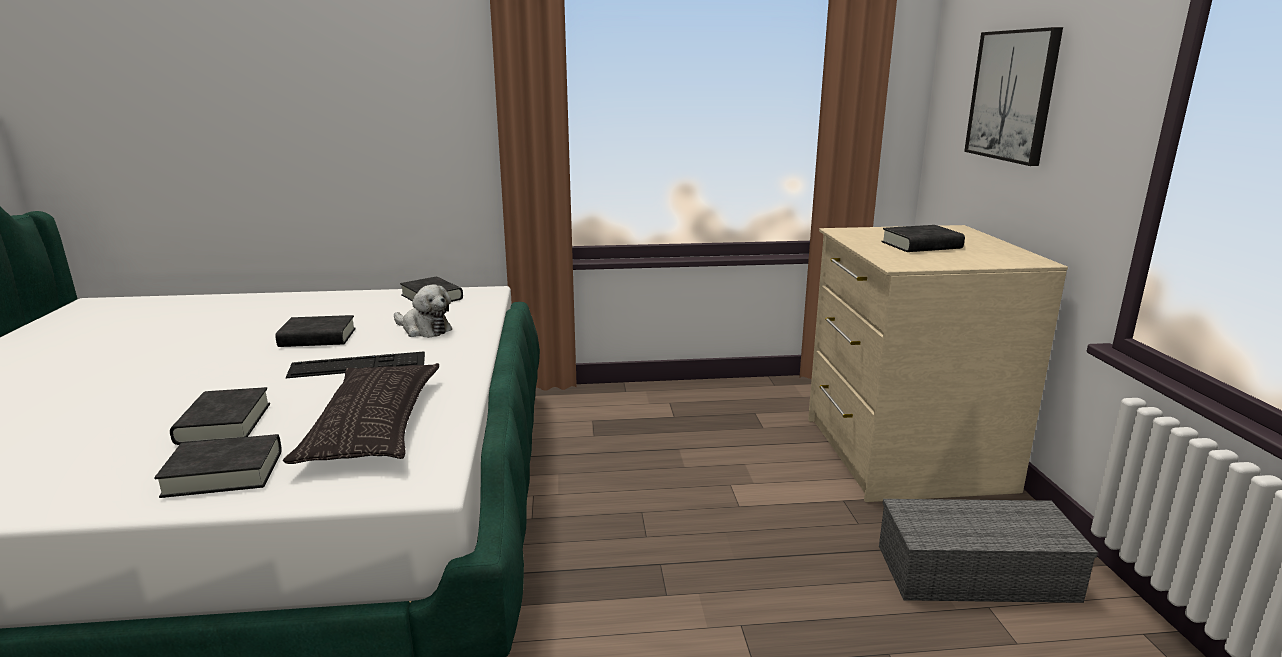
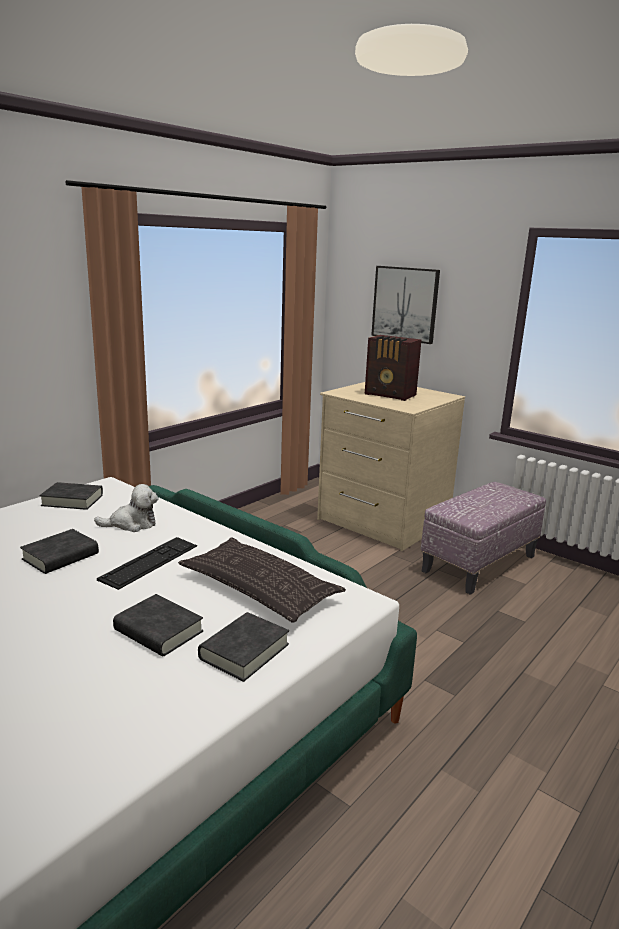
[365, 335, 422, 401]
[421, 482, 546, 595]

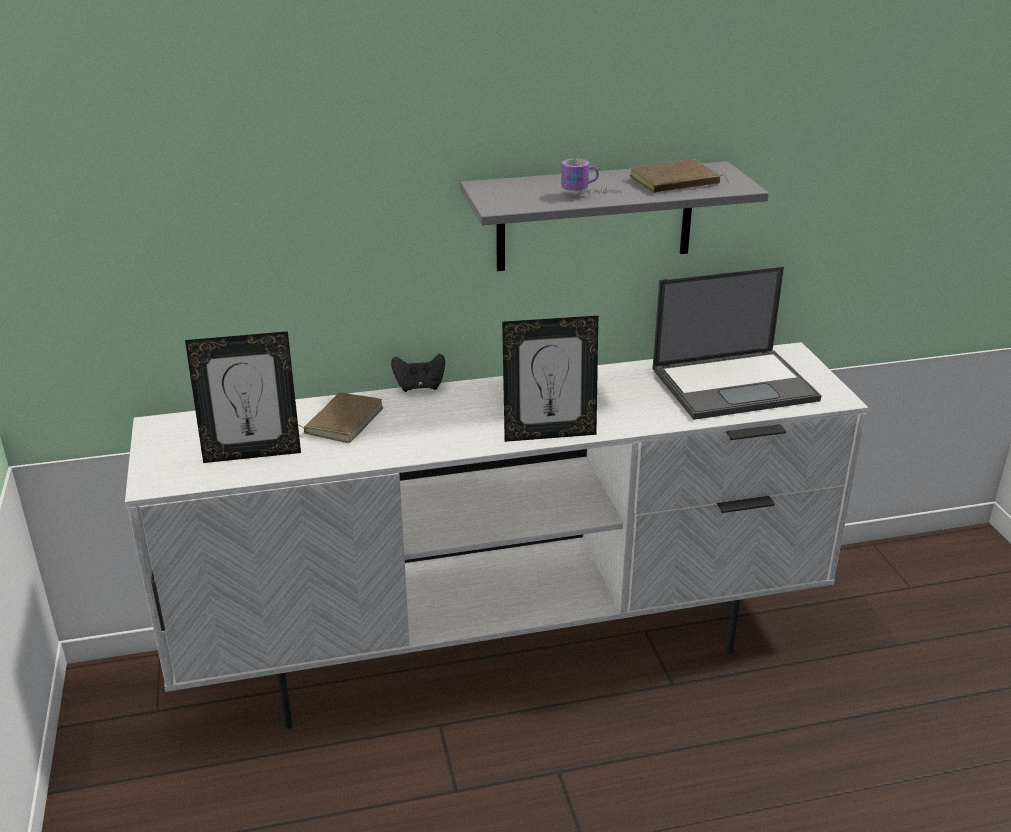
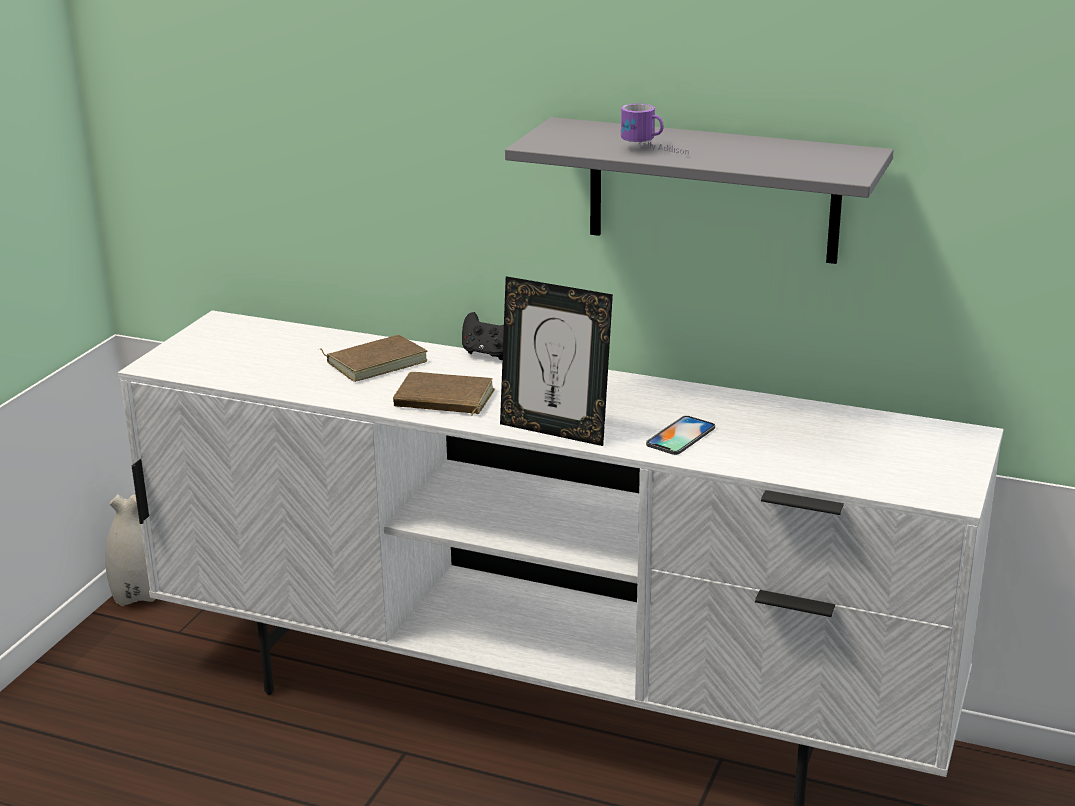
[105, 494, 155, 607]
[393, 372, 495, 416]
[646, 416, 715, 455]
[185, 331, 301, 463] (first image)
[652, 266, 822, 420] (first image)

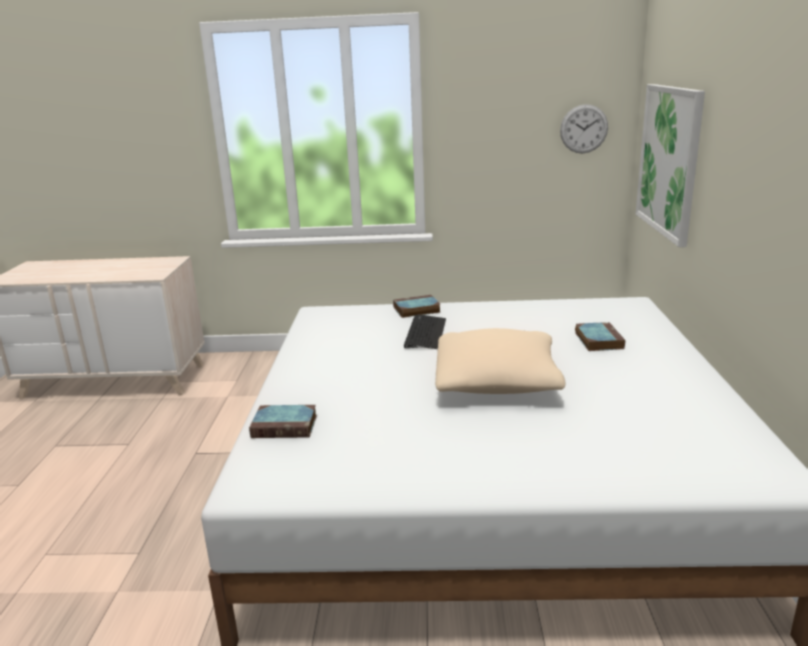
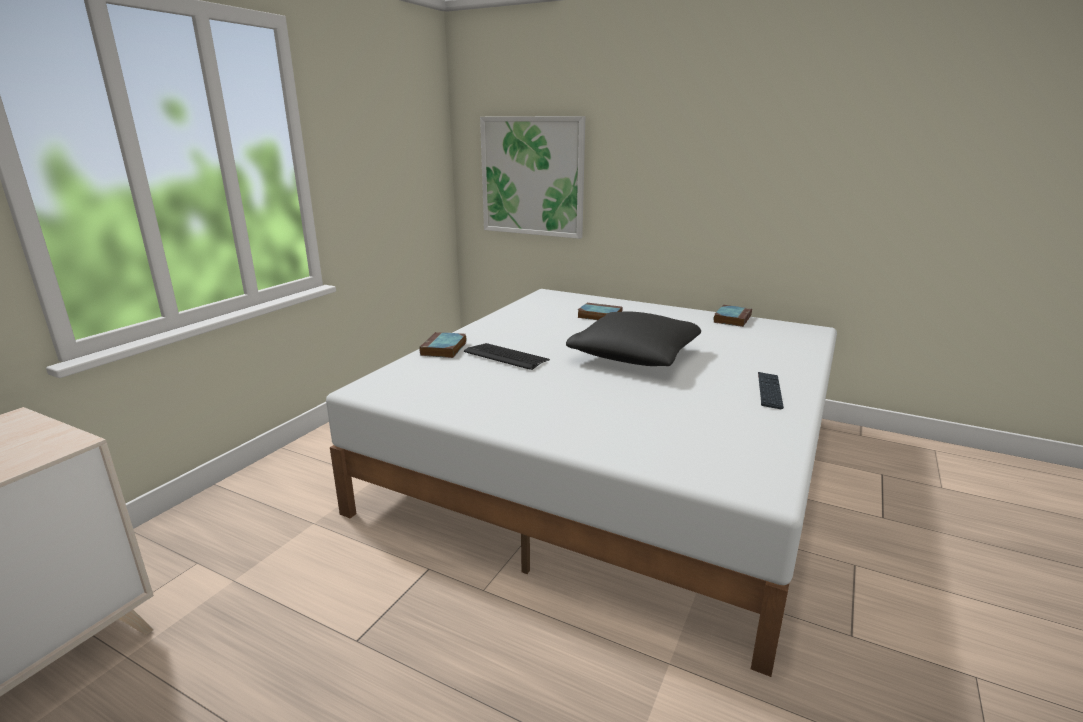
[566, 311, 701, 366]
[713, 305, 752, 327]
[758, 372, 784, 409]
[560, 104, 608, 153] (first image)

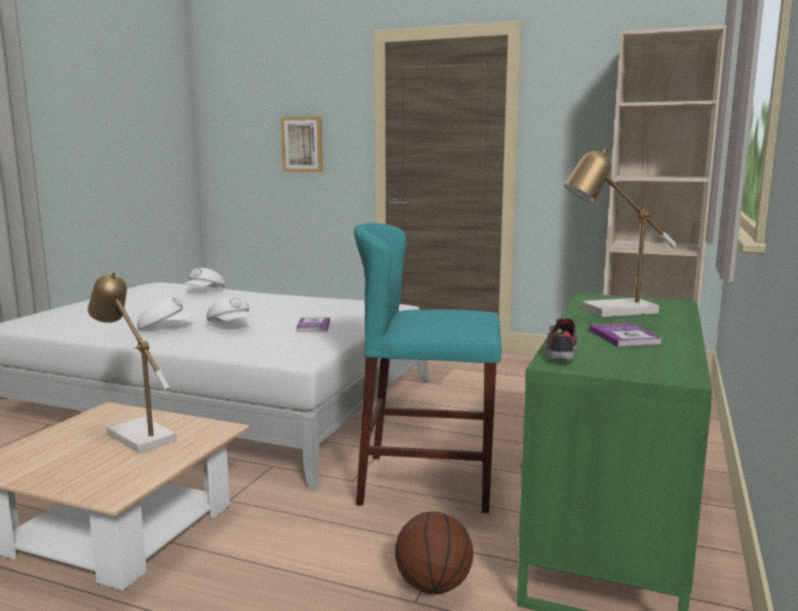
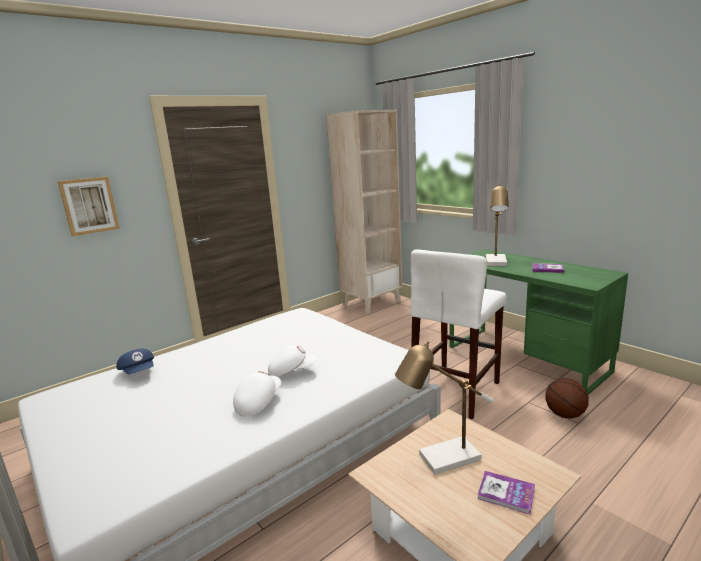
[116, 349, 154, 374]
[411, 249, 507, 420]
[478, 471, 535, 515]
[545, 317, 578, 362] (first image)

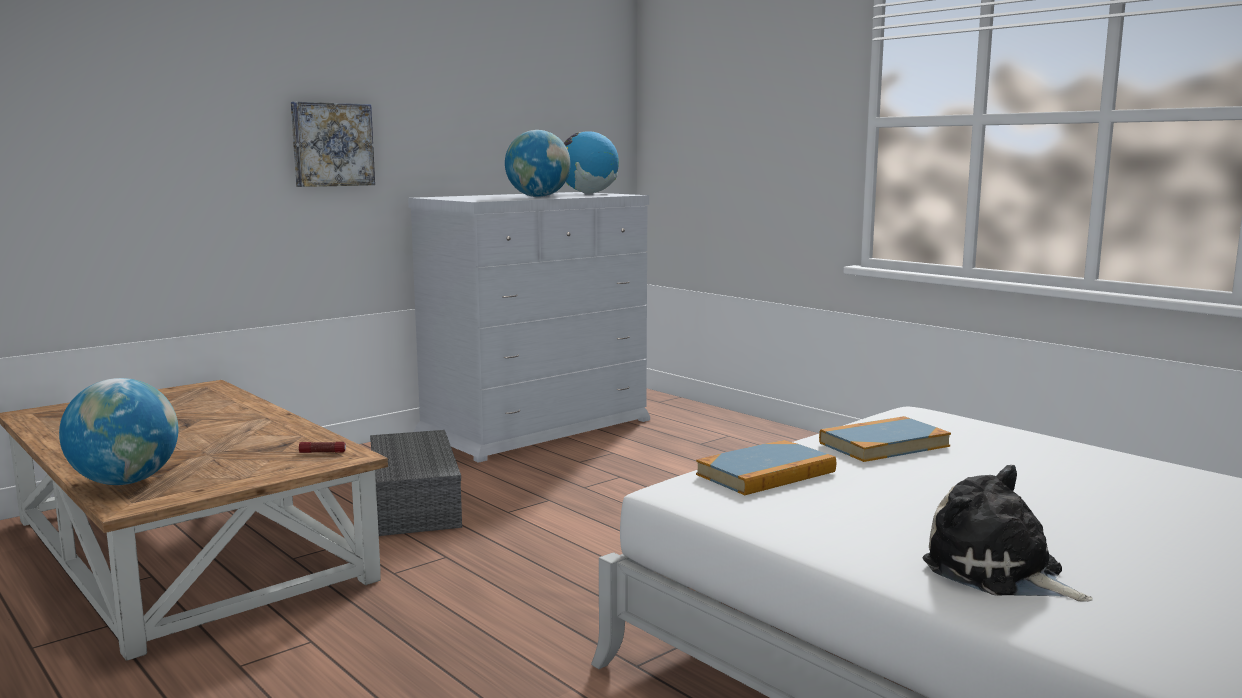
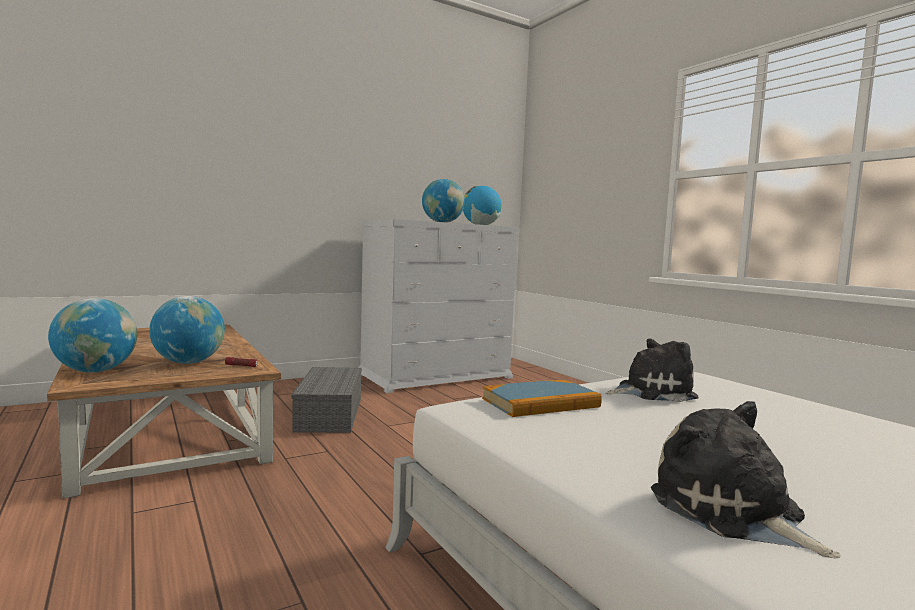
[149, 296, 225, 364]
[606, 339, 698, 402]
[291, 102, 375, 187] (first image)

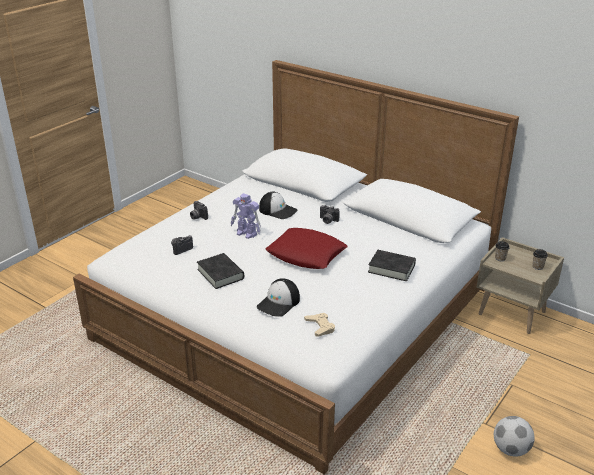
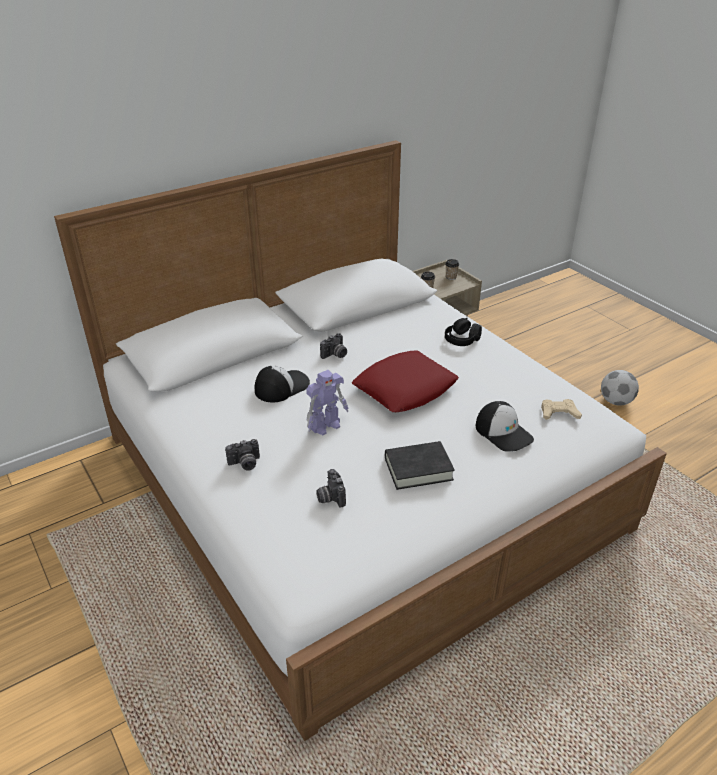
[445, 318, 482, 346]

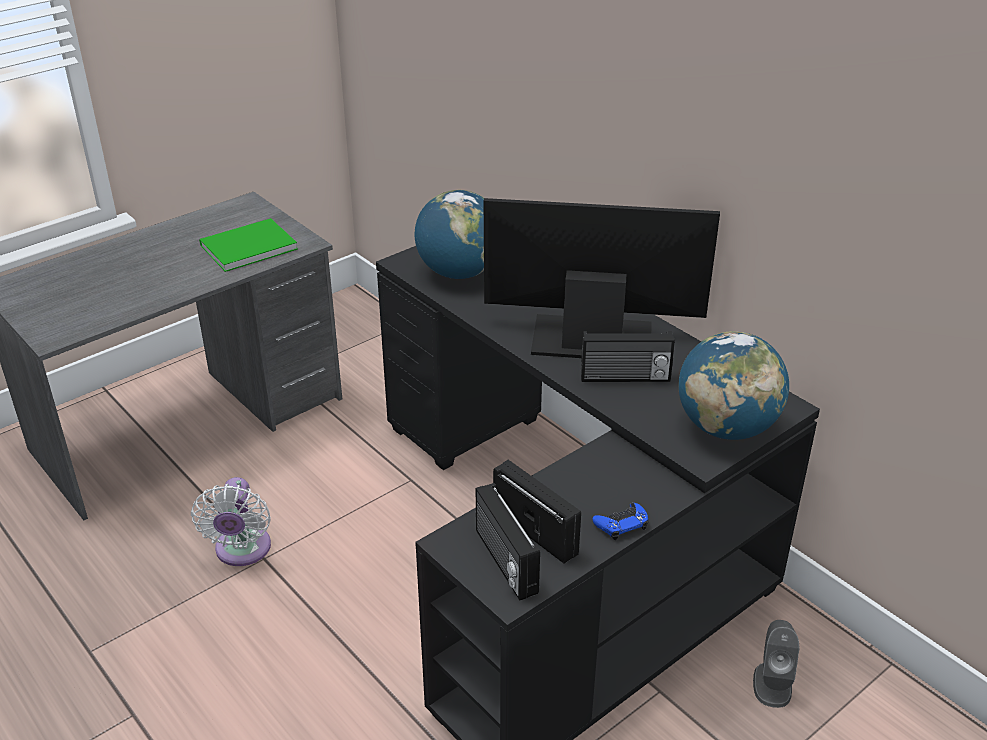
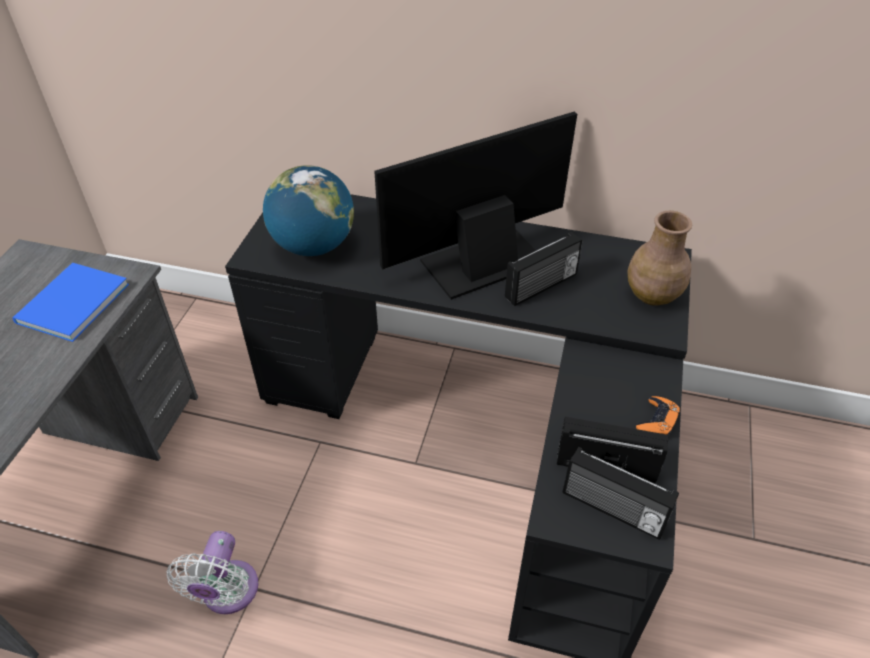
[12, 262, 129, 342]
[166, 531, 259, 614]
[627, 211, 692, 306]
[636, 396, 681, 436]
[753, 620, 800, 708] (first image)

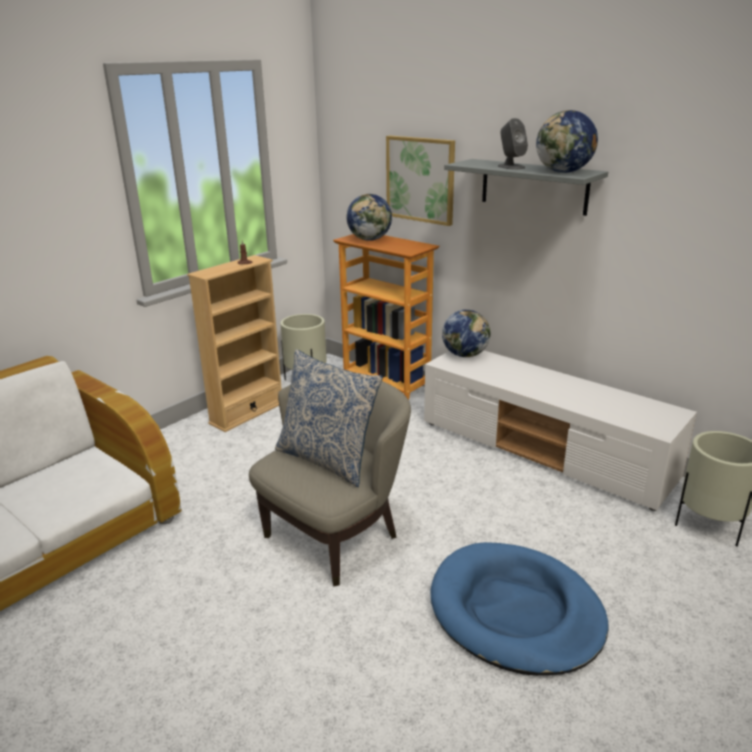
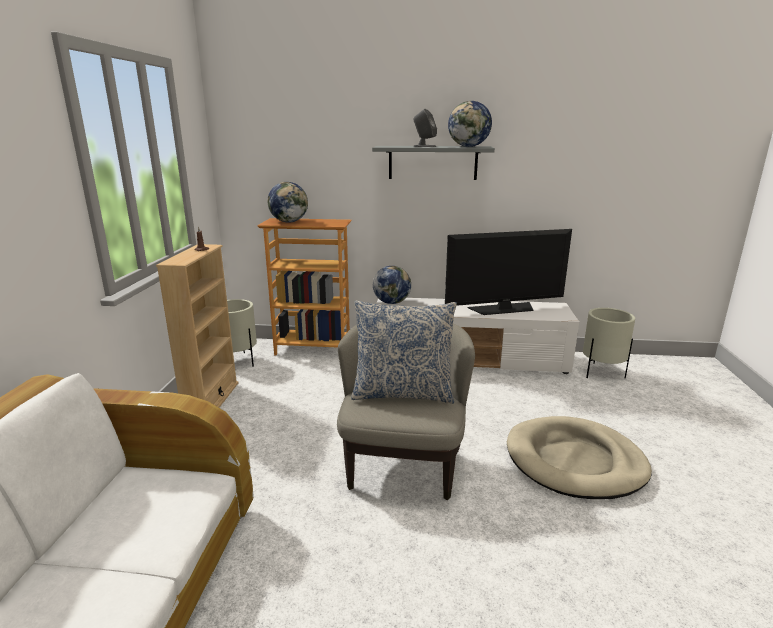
[445, 229, 572, 315]
[507, 416, 652, 499]
[386, 136, 455, 226] (first image)

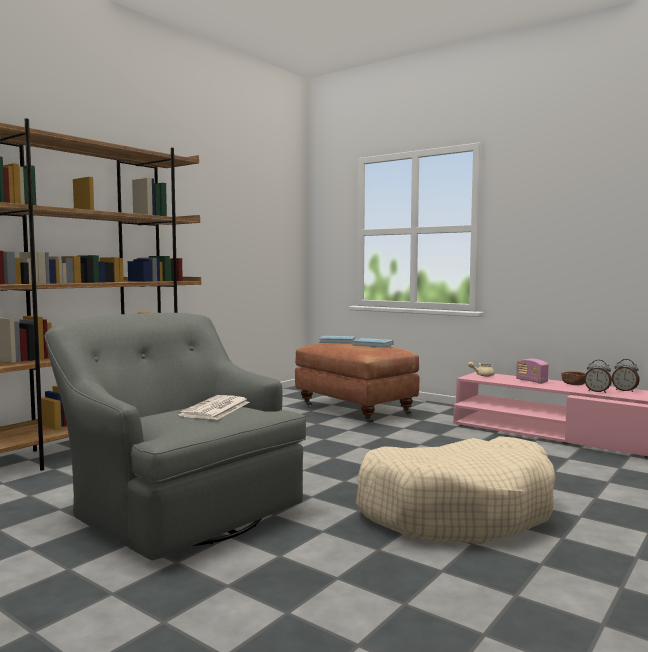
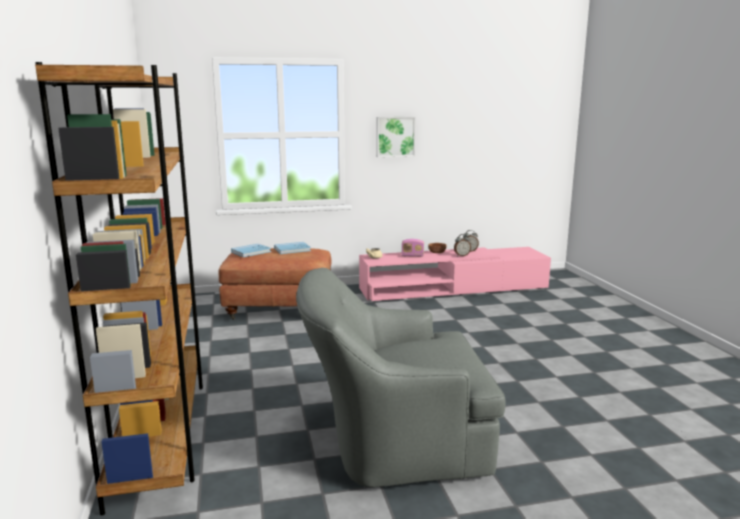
[376, 117, 416, 157]
[178, 395, 250, 420] (first image)
[356, 436, 555, 544] (first image)

